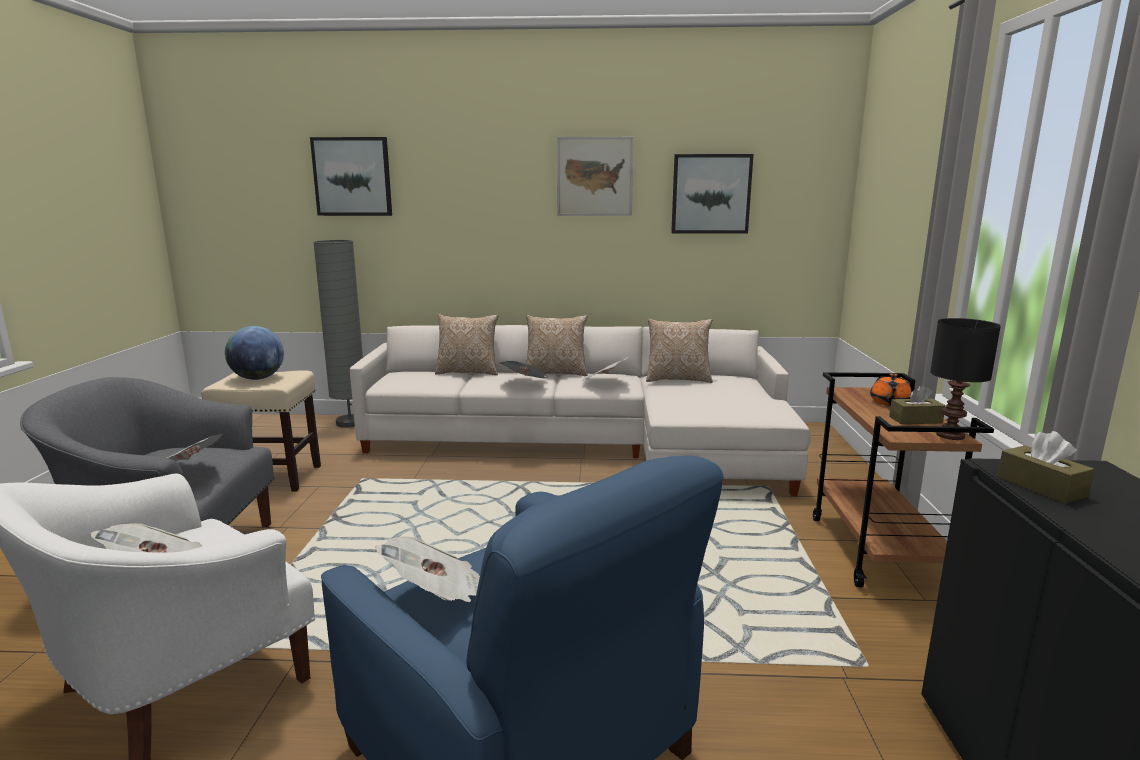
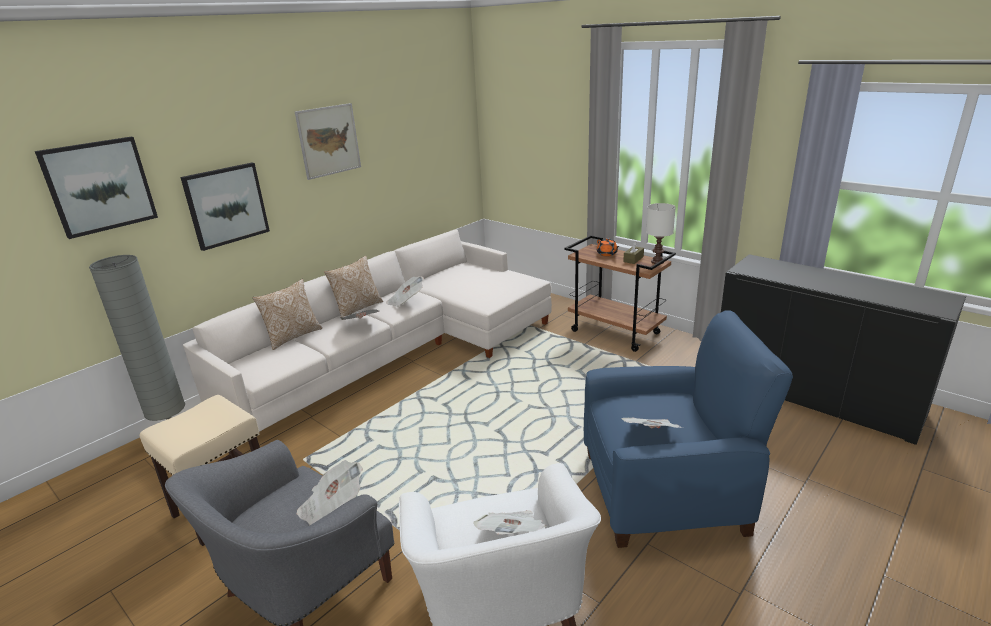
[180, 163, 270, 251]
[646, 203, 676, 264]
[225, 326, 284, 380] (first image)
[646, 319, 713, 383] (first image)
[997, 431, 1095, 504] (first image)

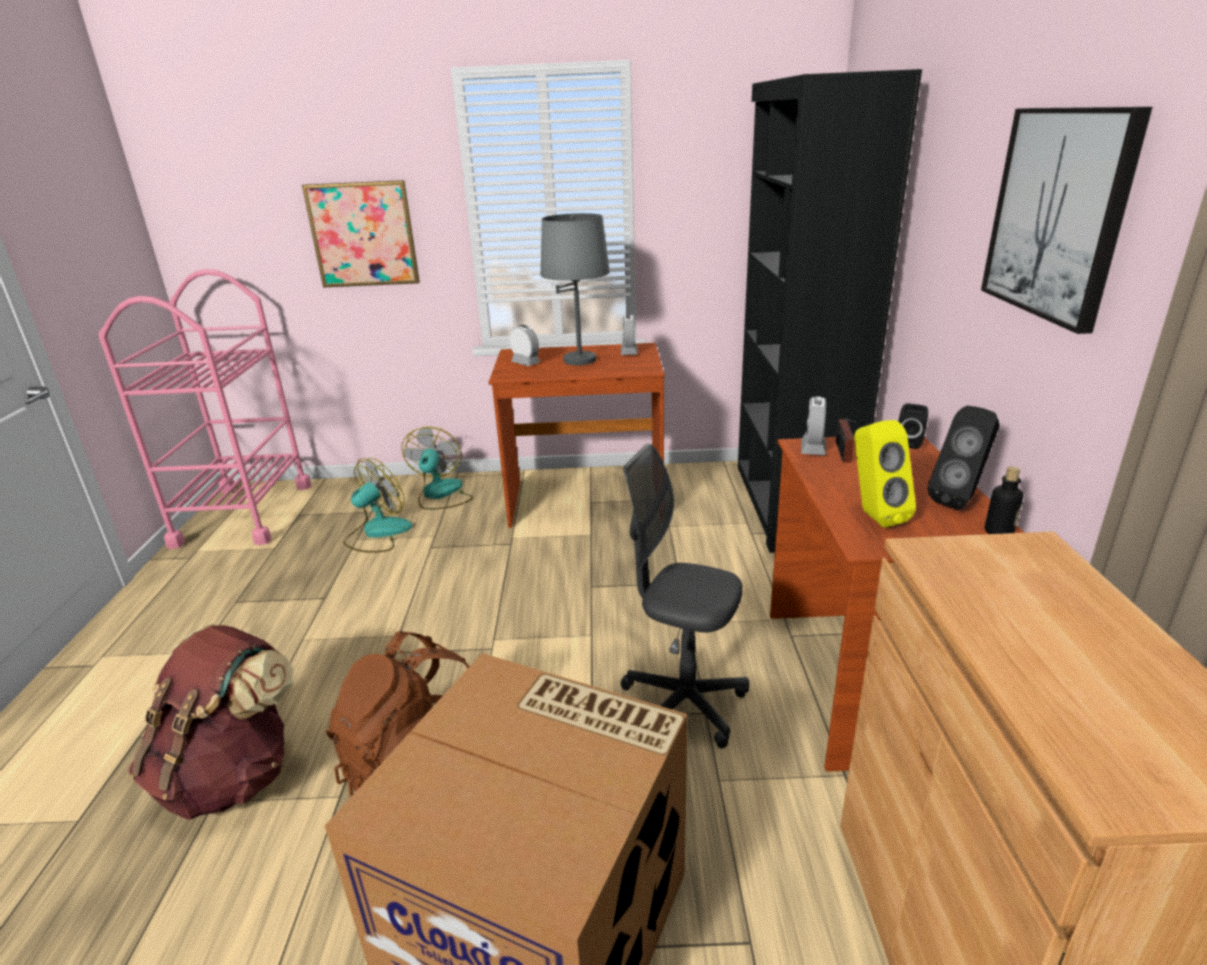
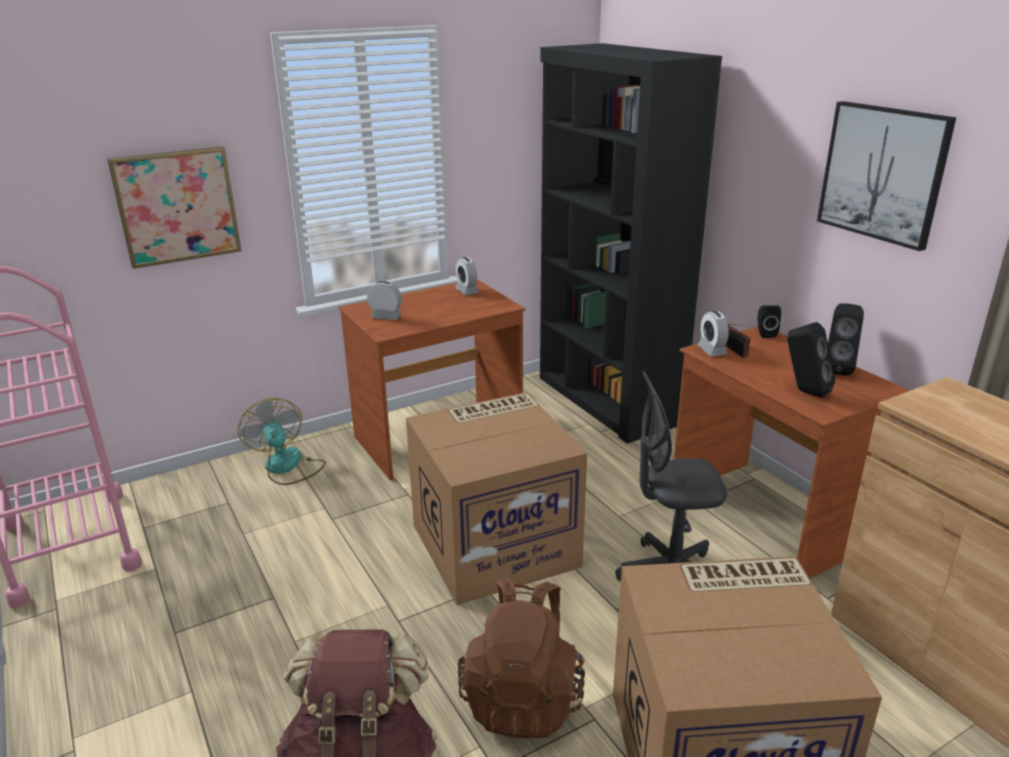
[406, 392, 587, 605]
[787, 322, 835, 398]
[343, 458, 413, 553] (first image)
[540, 213, 610, 365] (first image)
[985, 467, 1024, 534] (first image)

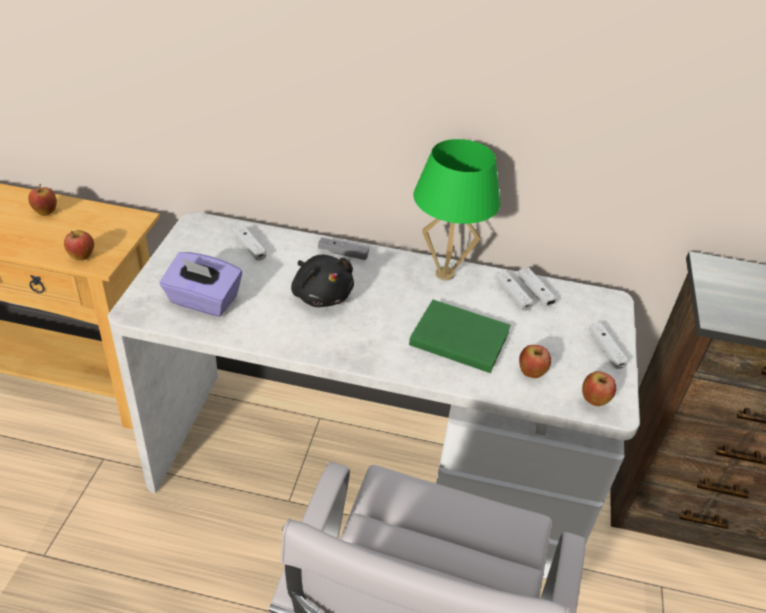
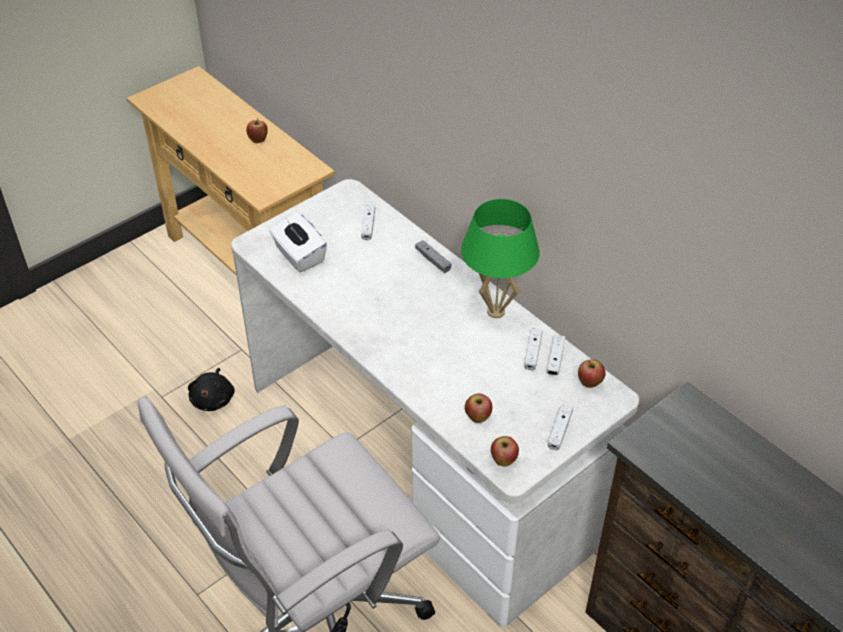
[188, 368, 235, 411]
[269, 212, 327, 272]
[578, 359, 606, 388]
[409, 300, 511, 373] (first image)

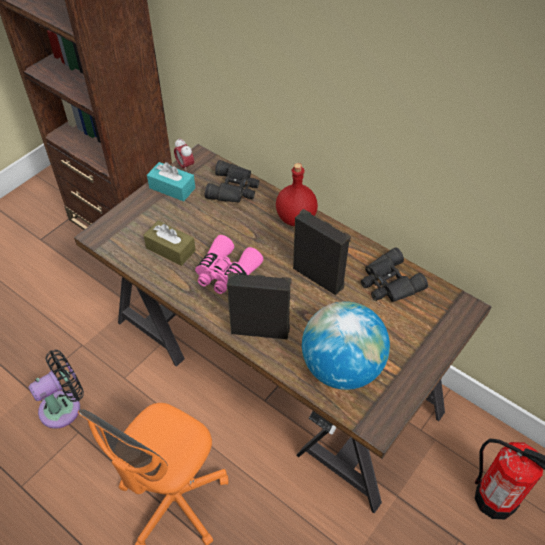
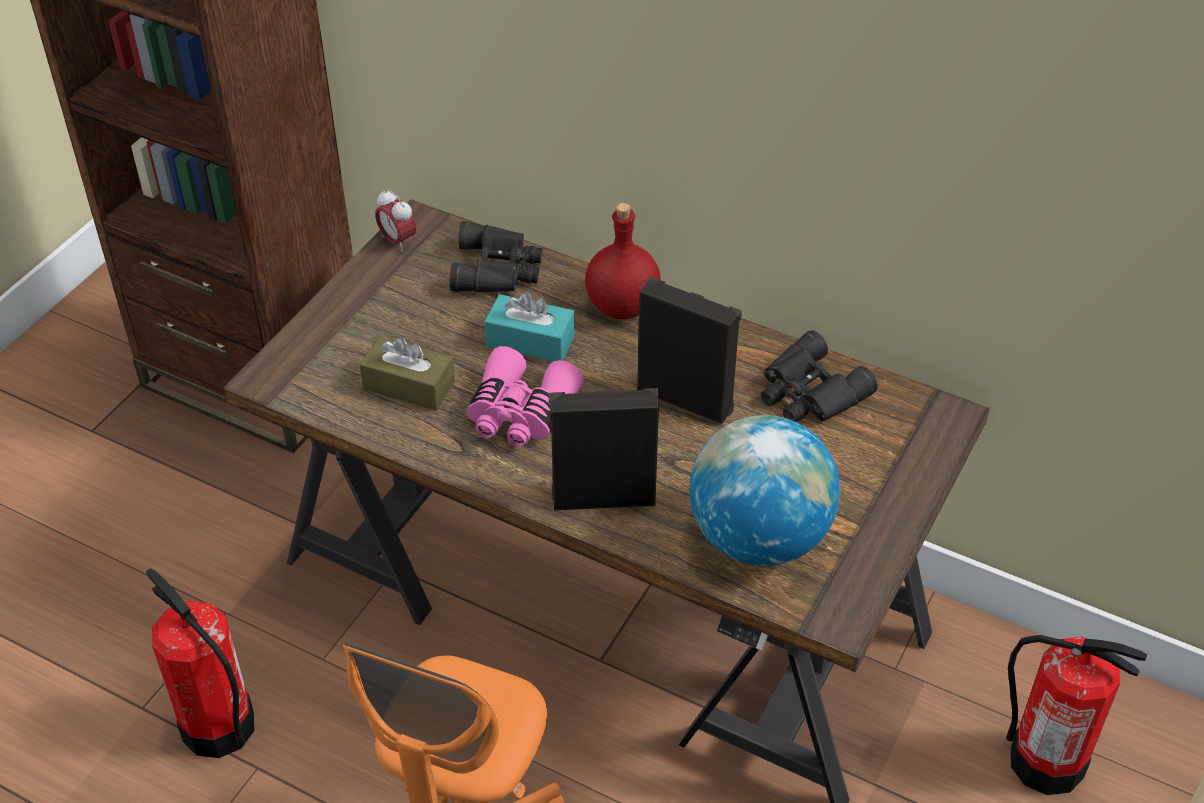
[146, 568, 254, 758]
[485, 292, 575, 361]

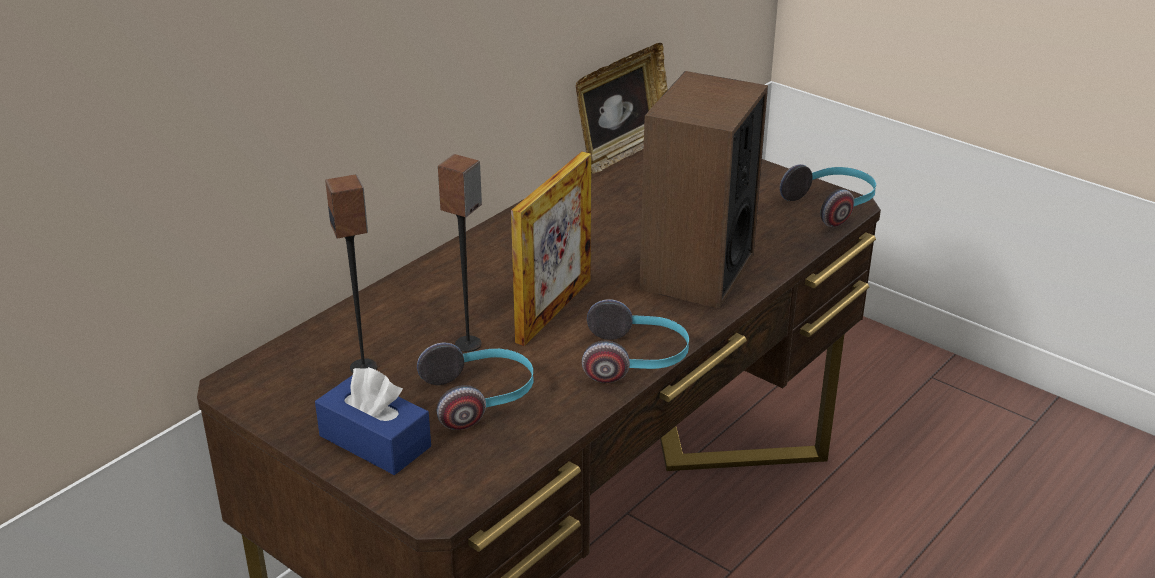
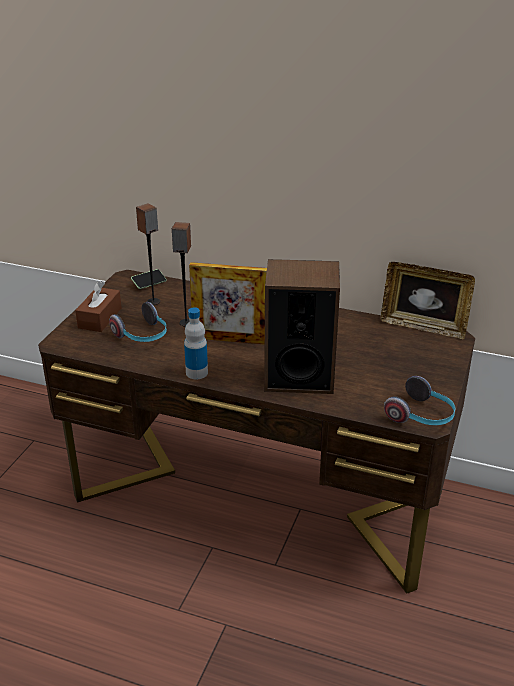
[75, 281, 122, 332]
[131, 269, 167, 289]
[184, 307, 208, 379]

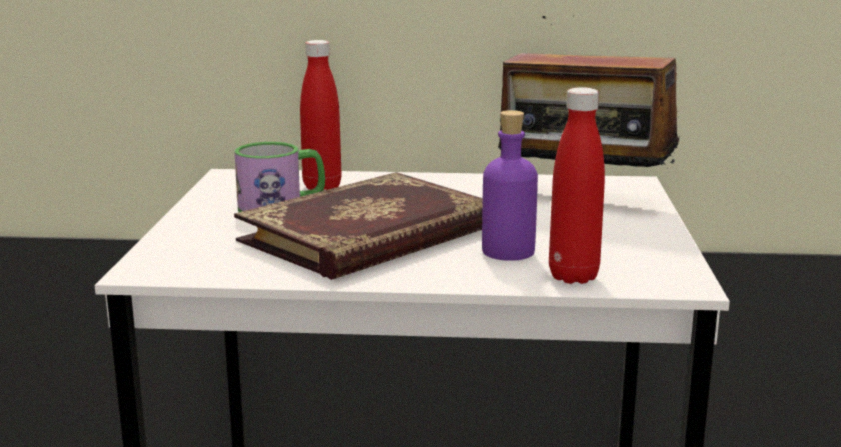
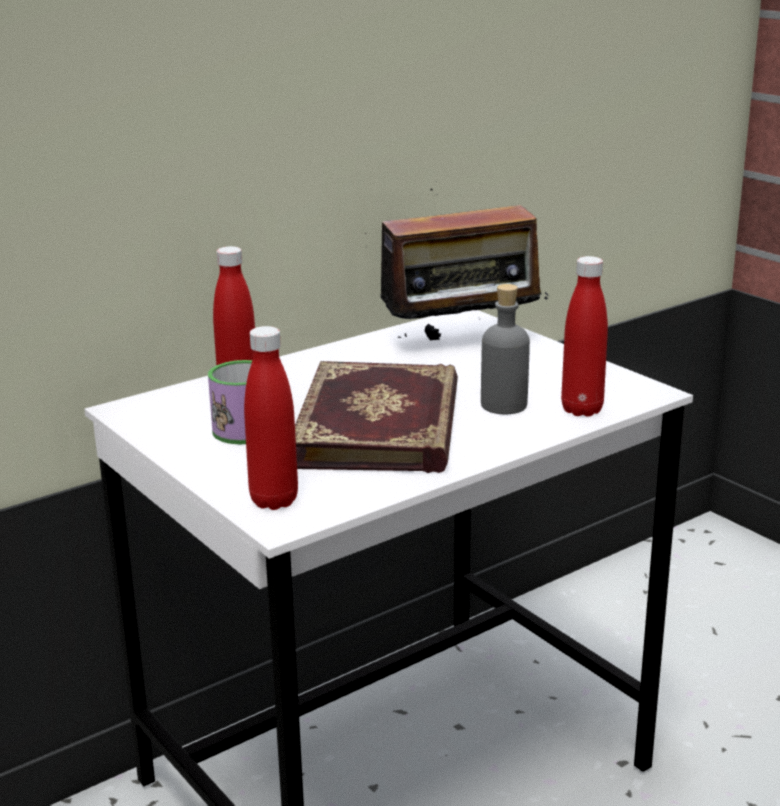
[244, 326, 298, 510]
[481, 284, 530, 414]

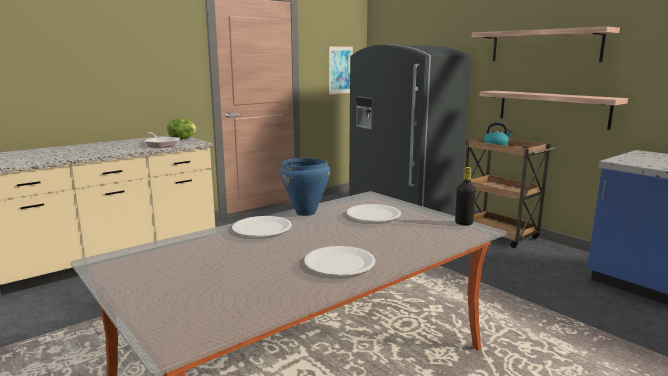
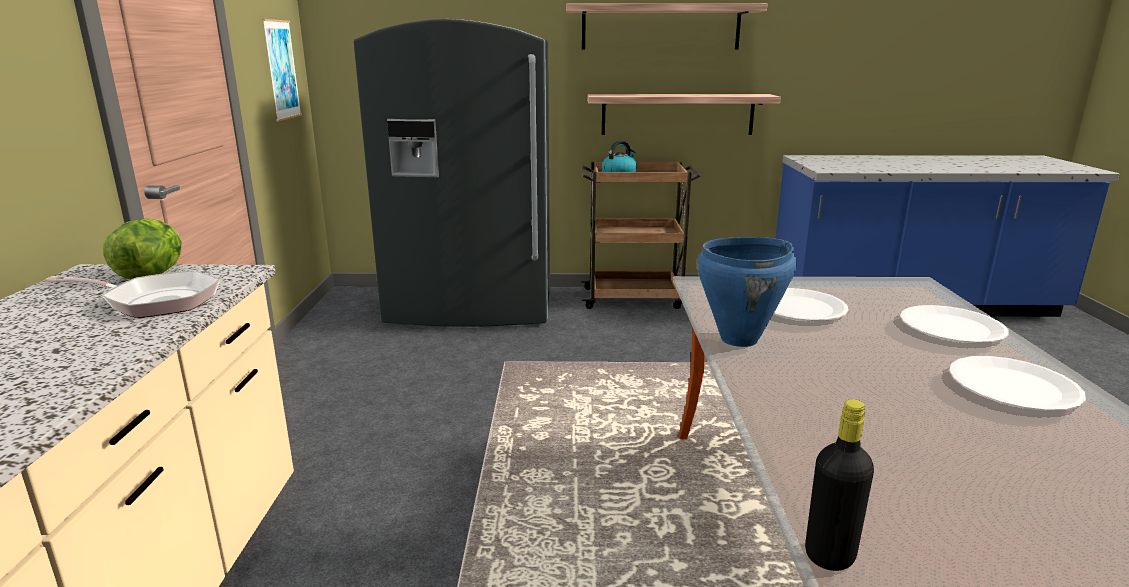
[805, 399, 874, 571]
[900, 305, 1009, 343]

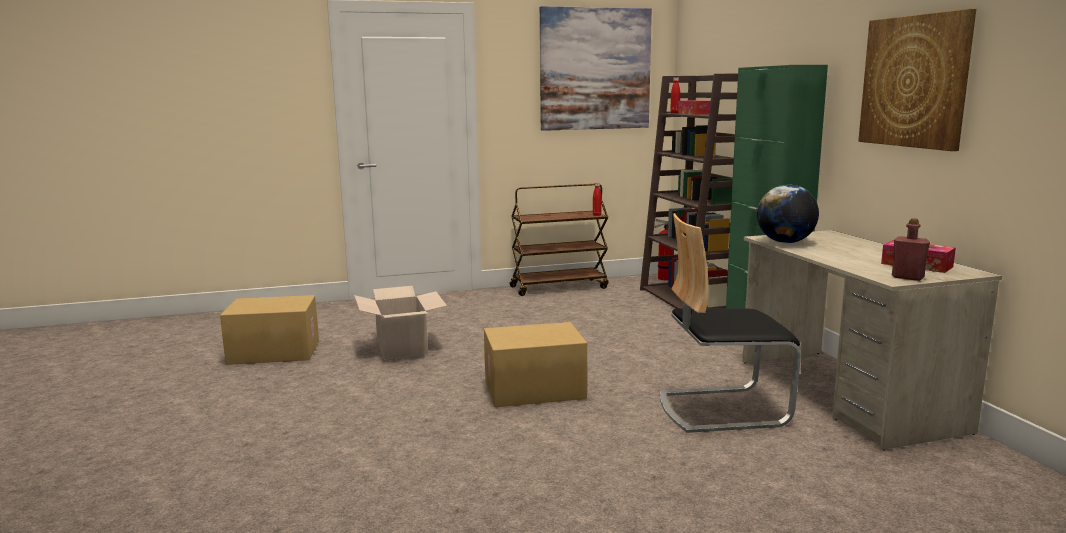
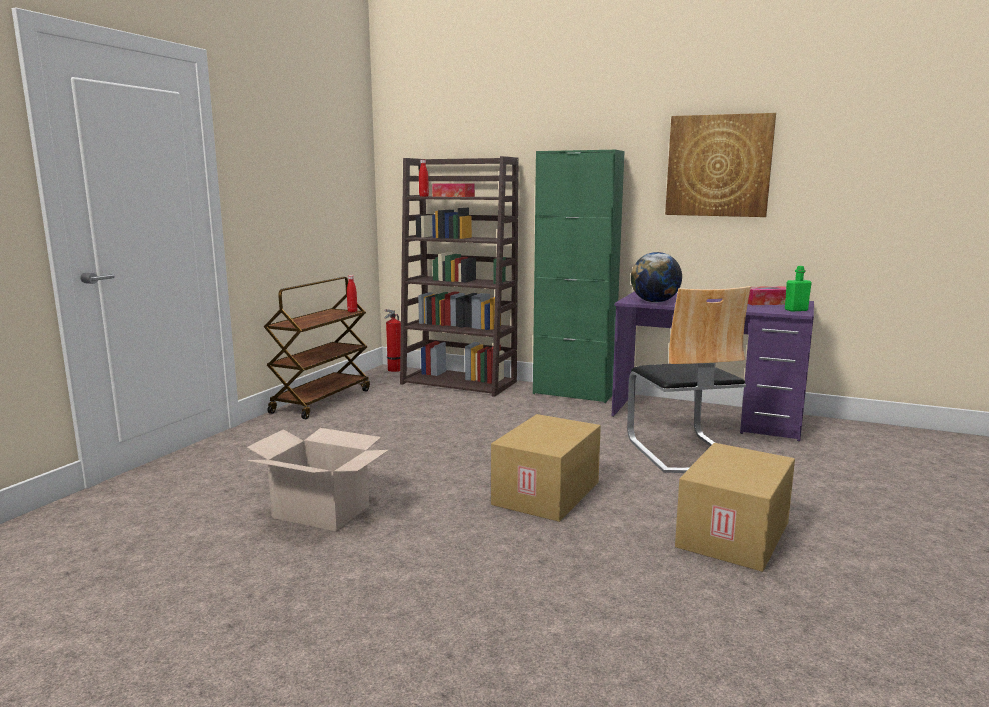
[612, 291, 814, 441]
[627, 286, 751, 473]
[675, 443, 795, 572]
[785, 266, 812, 312]
[540, 6, 652, 131] (first image)

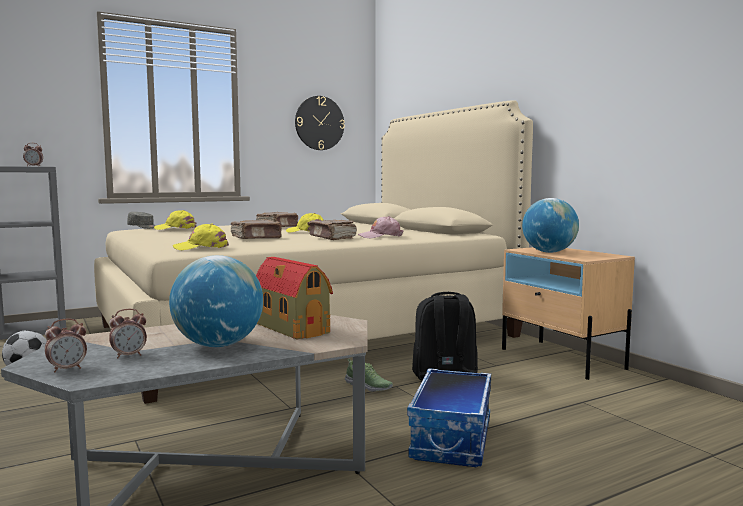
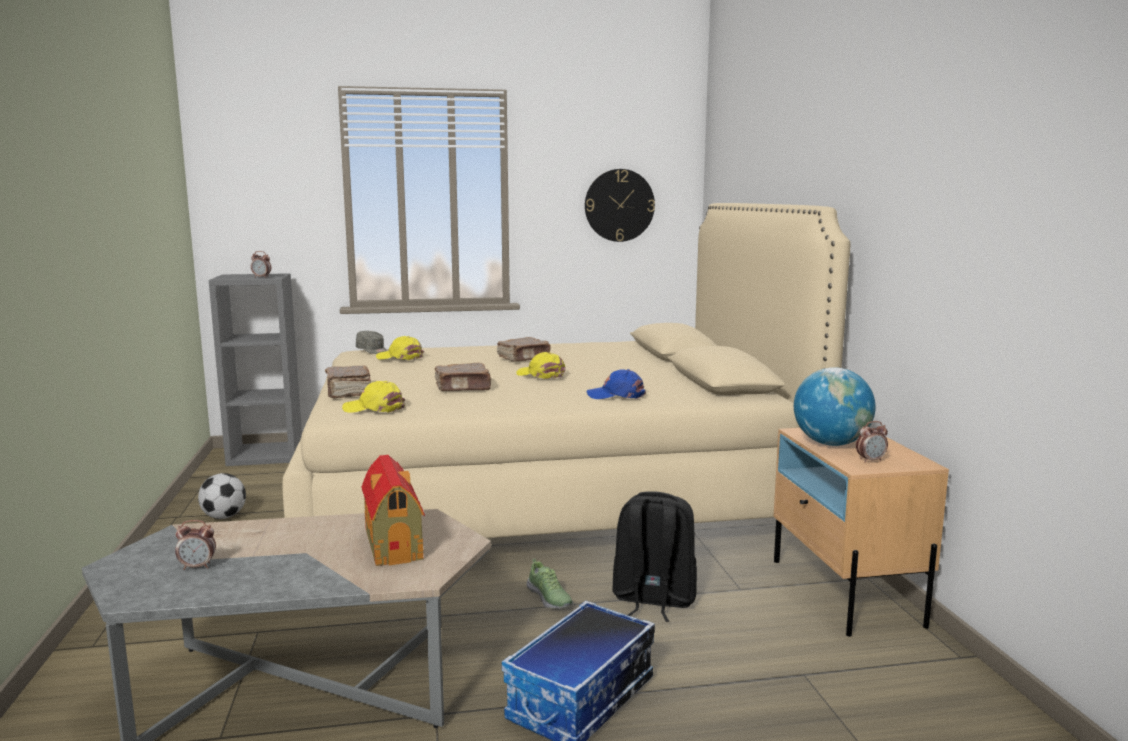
[325, 366, 372, 398]
[586, 369, 646, 399]
[856, 421, 888, 463]
[169, 255, 263, 347] (first image)

